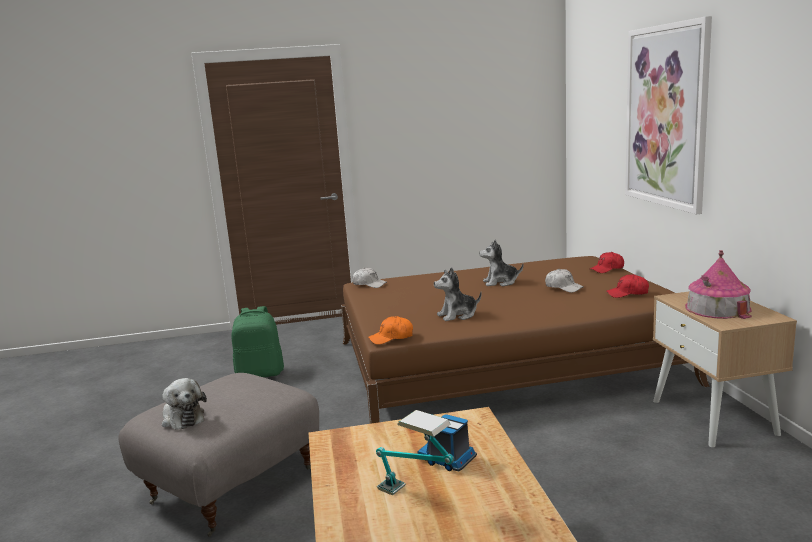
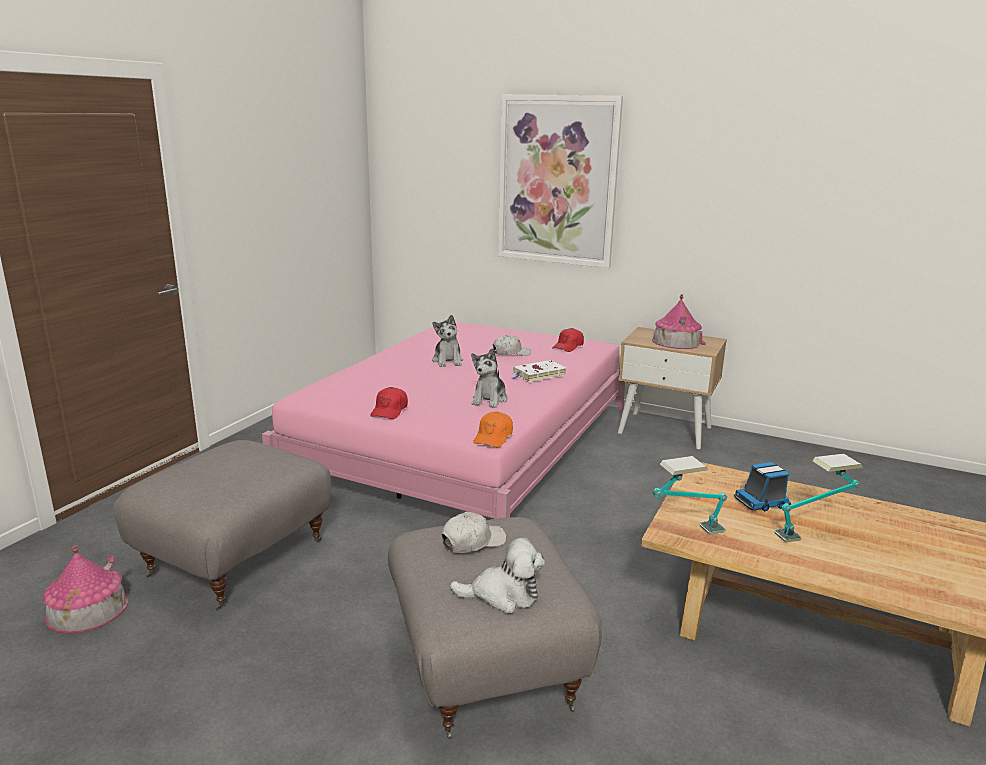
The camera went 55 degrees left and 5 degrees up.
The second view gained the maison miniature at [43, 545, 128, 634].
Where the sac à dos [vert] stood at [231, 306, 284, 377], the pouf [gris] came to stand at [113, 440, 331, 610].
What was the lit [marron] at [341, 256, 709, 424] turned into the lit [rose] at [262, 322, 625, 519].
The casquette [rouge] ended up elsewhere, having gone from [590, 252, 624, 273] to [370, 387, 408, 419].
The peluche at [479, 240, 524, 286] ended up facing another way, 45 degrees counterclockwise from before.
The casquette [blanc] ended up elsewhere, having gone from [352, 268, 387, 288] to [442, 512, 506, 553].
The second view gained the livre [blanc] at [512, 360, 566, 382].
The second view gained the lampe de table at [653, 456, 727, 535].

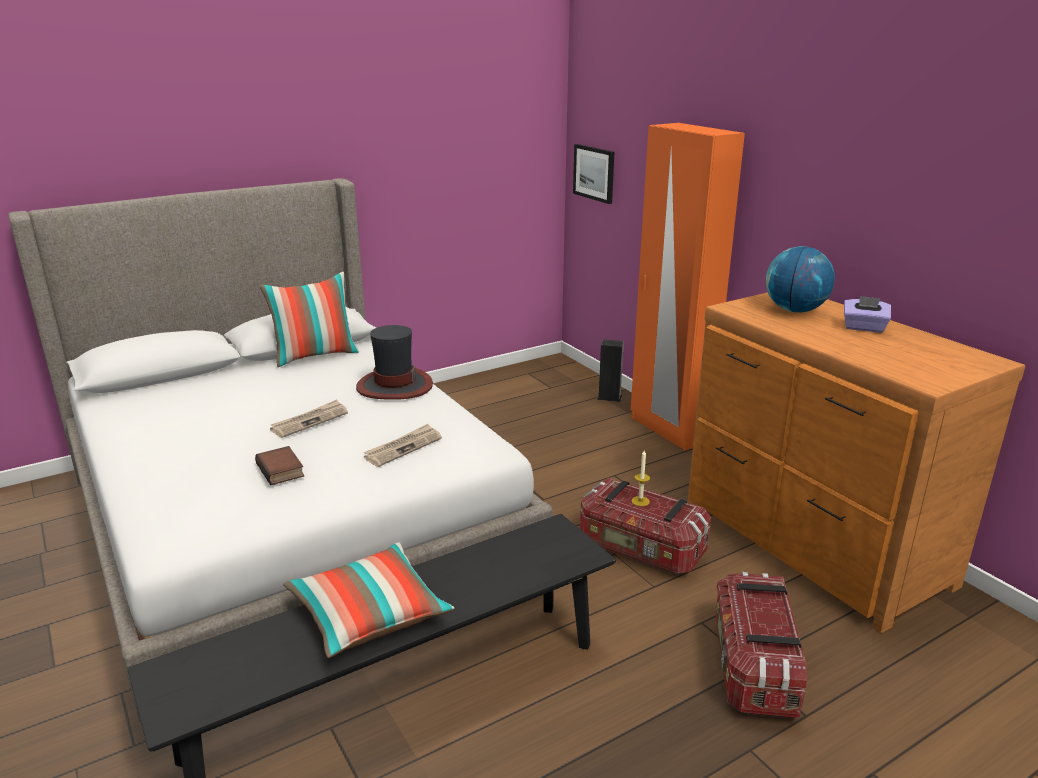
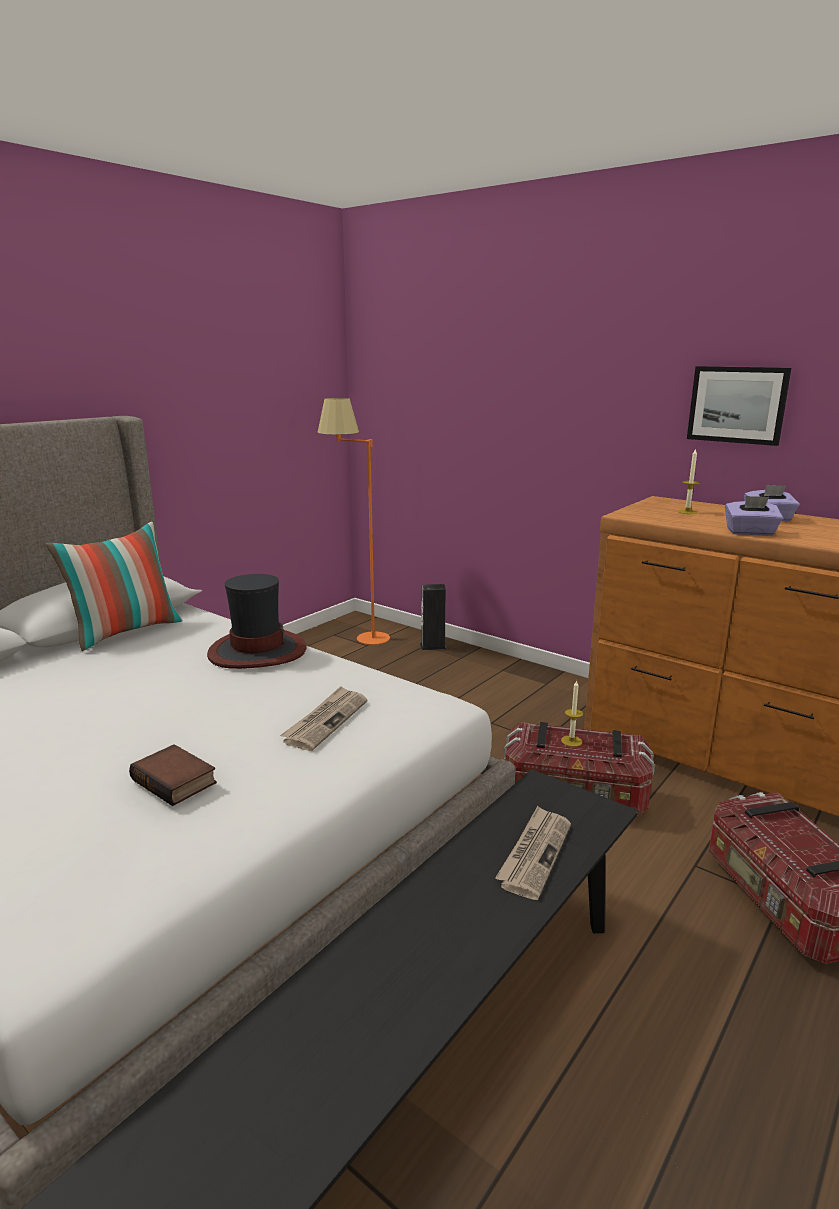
The camera went 20 degrees left and 5 degrees down.
The second view gained the lampadaire [orange] at [317, 398, 390, 645].
The journal ended up elsewhere, having gone from [270, 400, 348, 438] to [495, 806, 571, 900].
Where the globe stood at [765, 246, 835, 313], the bougie came to stand at [677, 448, 700, 514].
The tableau ended up elsewhere, having gone from [573, 144, 614, 204] to [687, 366, 791, 446].
The second view gained the boîte à mouchoirs [violet] at [725, 496, 783, 536].
The second view lost the coussin at [283, 542, 455, 658].
The second view lost the armoire [orange] at [631, 123, 745, 451].

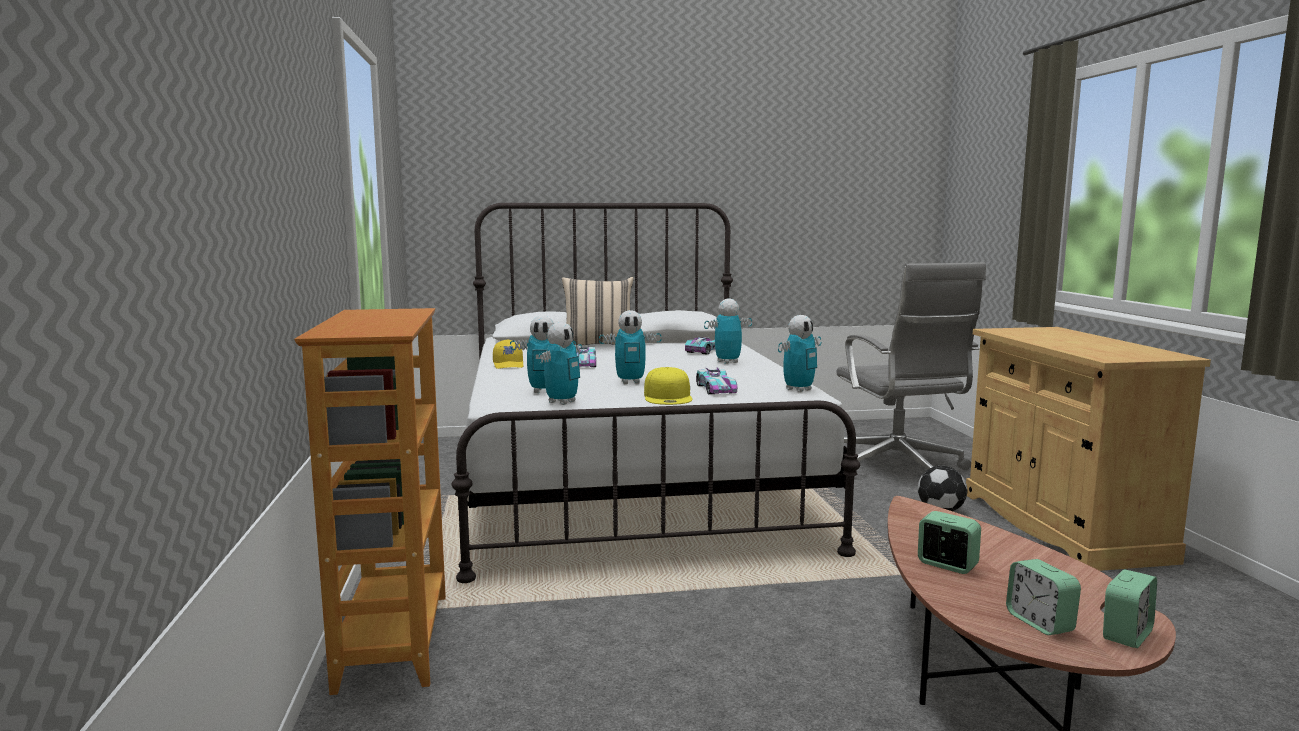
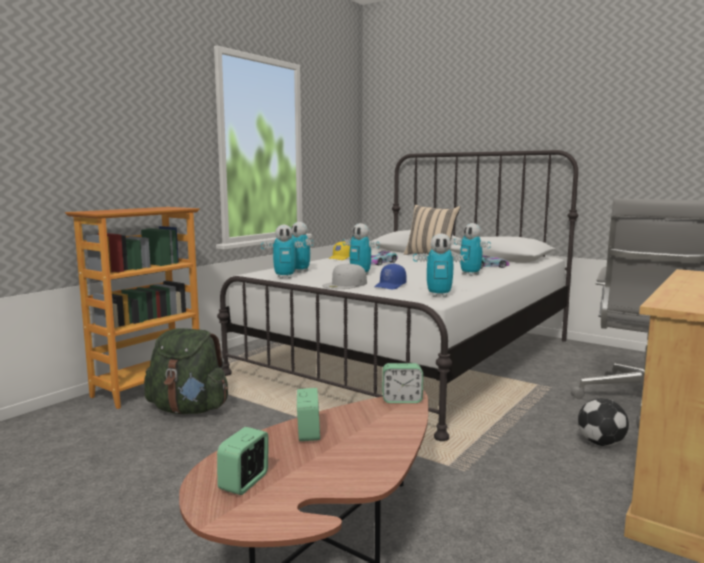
The camera went 45 degrees right and 0 degrees up.
The second view gained the sac à dos [vert] at [144, 328, 228, 414].
What was the casquette [jaune] at [644, 367, 692, 405] turned into the casquette [blanc] at [322, 263, 367, 289].
Where the petite voiture stood at [696, 367, 737, 394], the casquette [bleu] came to stand at [374, 263, 406, 290].
The réveil ended up elsewhere, having gone from [1103, 569, 1157, 648] to [382, 363, 423, 403].
The robot jouet at [704, 299, 752, 364] ended up facing another way, 150 degrees counterclockwise from before.

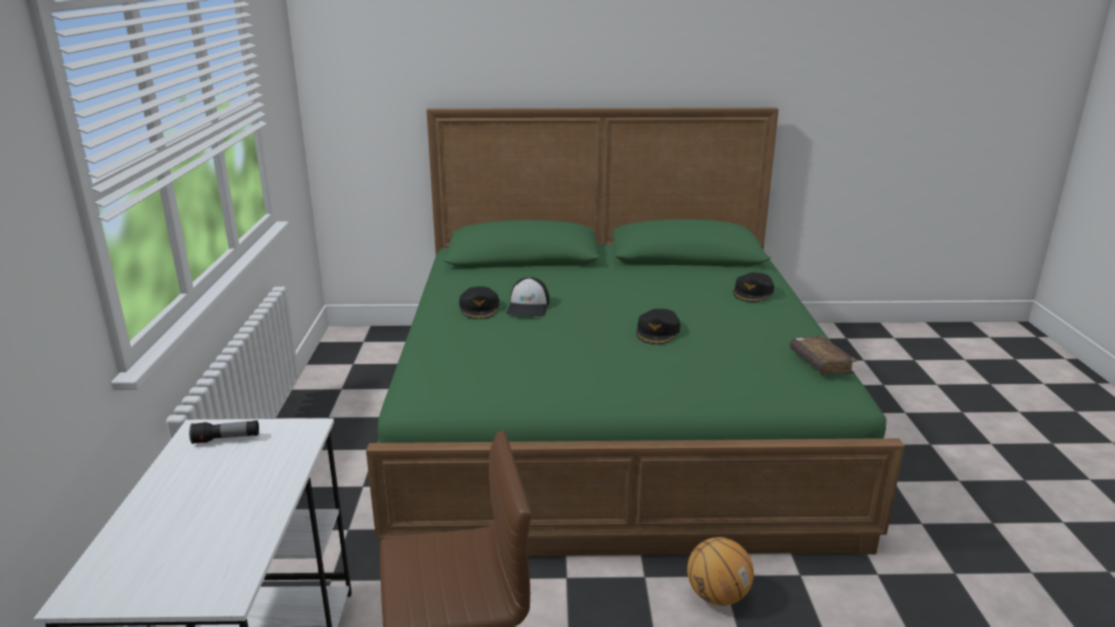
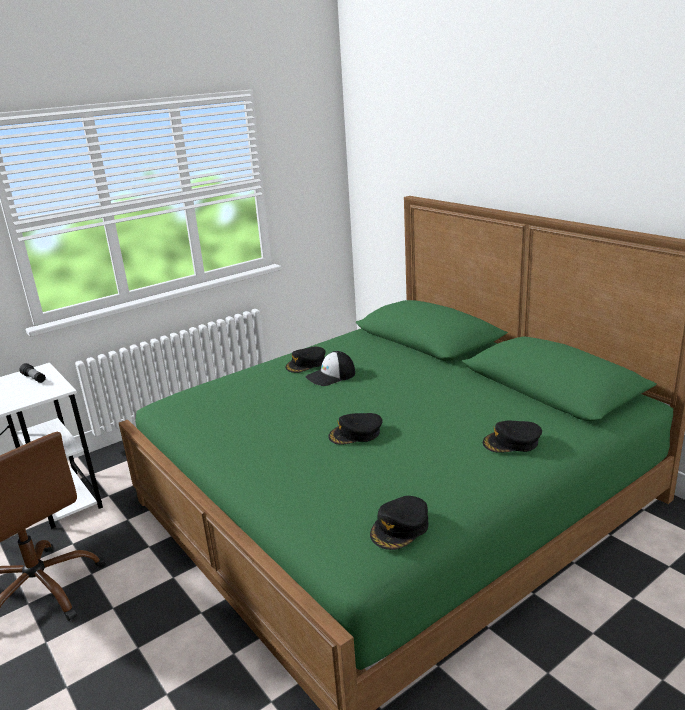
The camera went 55 degrees right and 0 degrees up.
Where the livre [marron] stood at [790, 336, 857, 374], the casquette [noir] came to stand at [370, 496, 428, 550].
The second view lost the ballon de basket at [687, 537, 754, 606].

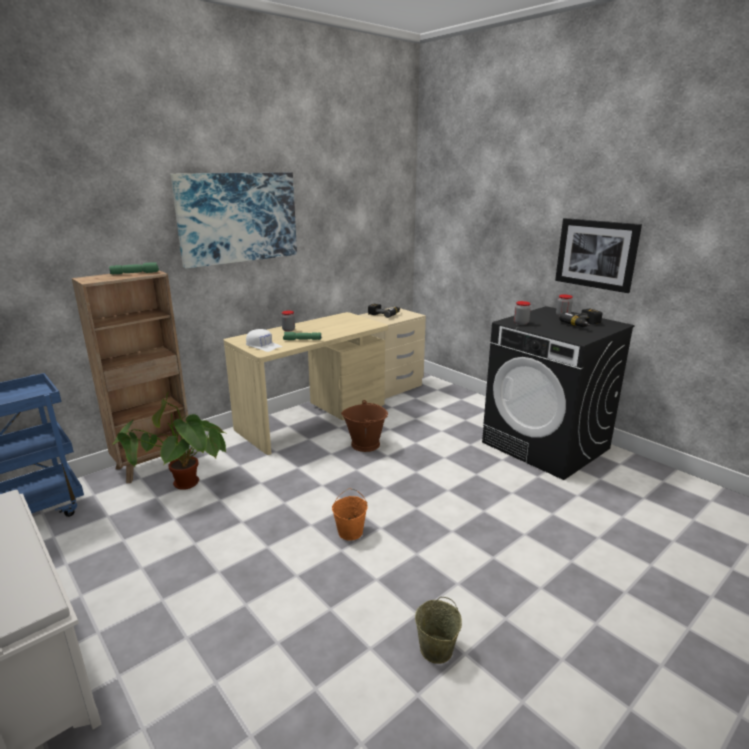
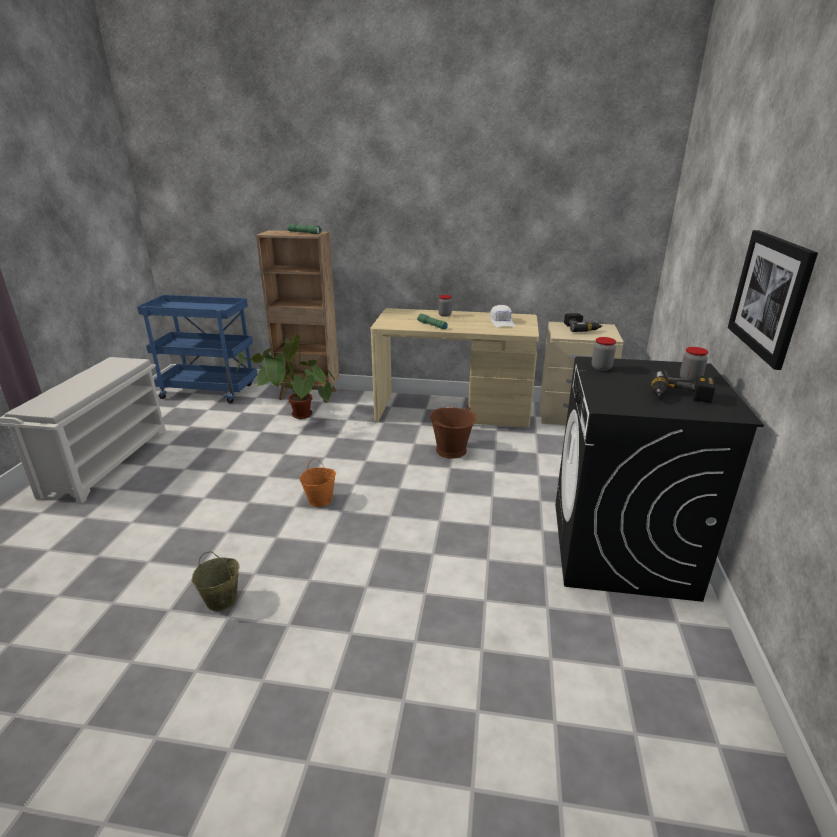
The camera went 50 degrees right and 5 degrees up.
The casquette [blanc] ended up elsewhere, having gone from [246, 329, 282, 352] to [490, 305, 515, 327].
The second view lost the tableau at [170, 172, 297, 268].

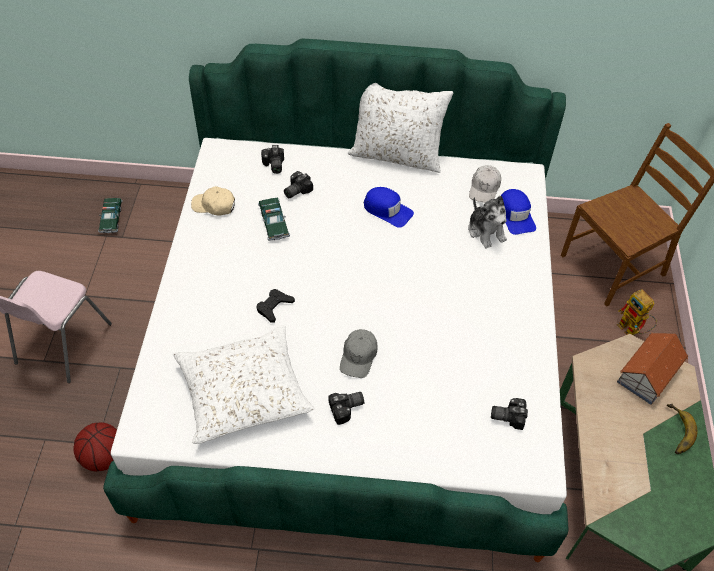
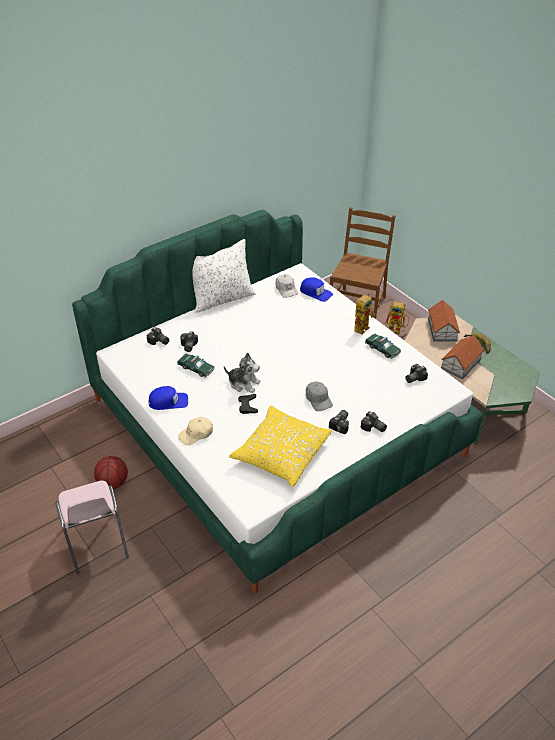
The camera went 40 degrees left and 10 degrees down.
The ballon de basket ended up elsewhere, having gone from [73, 422, 117, 471] to [94, 456, 128, 489].
The casquette [bleu] ended up elsewhere, having gone from [364, 187, 414, 228] to [149, 386, 188, 410].
The casquette [beige] ended up elsewhere, having gone from [191, 186, 235, 216] to [178, 417, 213, 445].
The peluche ended up elsewhere, having gone from [468, 196, 507, 248] to [224, 352, 261, 393].
What was the coussin [blanc] at [173, 325, 314, 444] turned into the coussin [jaune] at [229, 406, 332, 487].
The second view gained the robot jouet at [354, 293, 375, 335].
The second view gained the appareil photo at [361, 411, 387, 432].
The petite voiture ended up elsewhere, having gone from [98, 198, 123, 233] to [365, 333, 401, 359].
The second view gained the maison miniature at [441, 335, 484, 379].

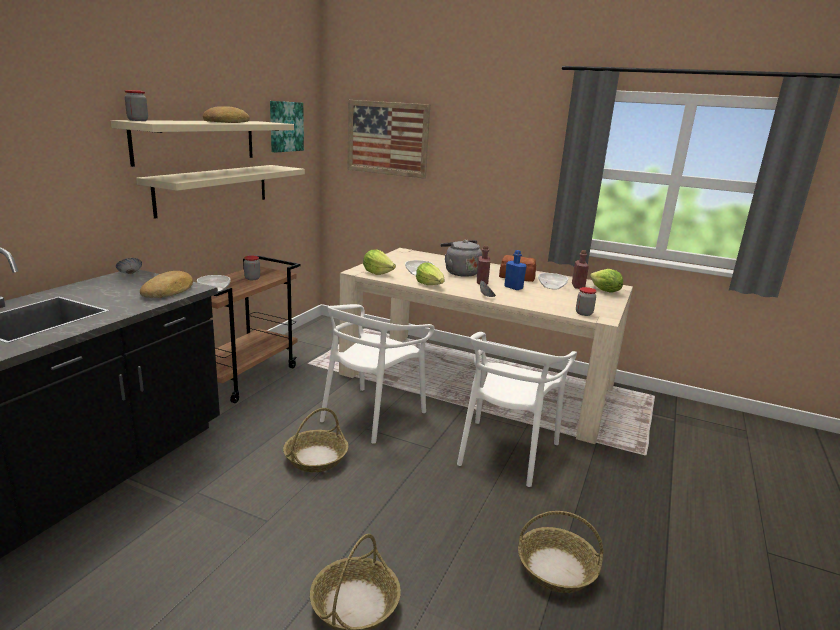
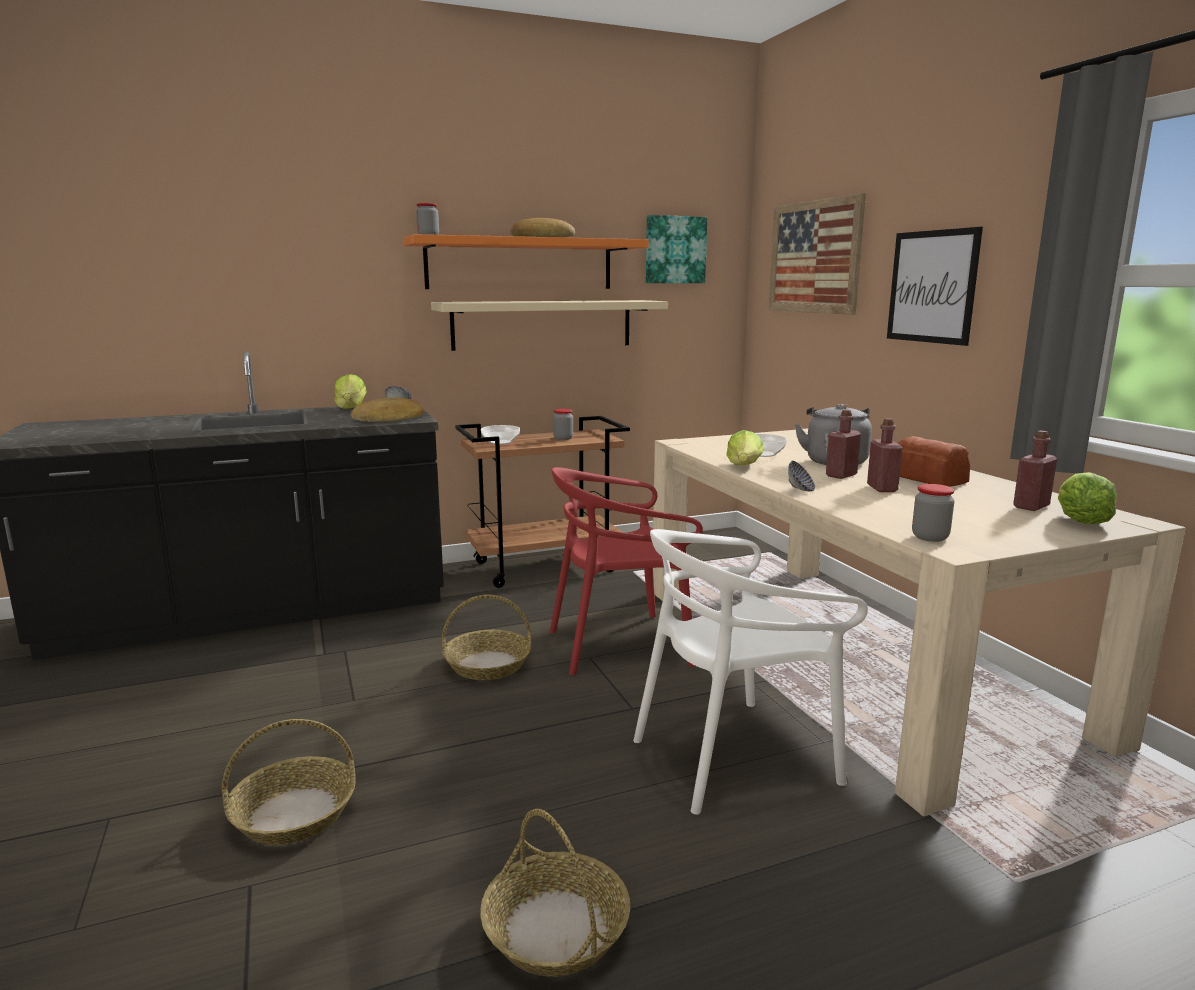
The camera went 45 degrees right and 5 degrees down.
The laitue ended up elsewhere, having gone from [363, 250, 396, 275] to [334, 374, 367, 409].
What was the étagère [beige] at [111, 120, 294, 167] turned into the étagère [orange] at [403, 234, 649, 289].
What was the chaise [blanc] at [320, 304, 435, 444] turned into the chaise [rouge] at [550, 467, 703, 676].
What was the bouteille [bleu] at [504, 250, 527, 290] turned into the bouteille [rouge] at [867, 418, 903, 492].
The second view gained the tableau at [887, 227, 983, 346].
The second view lost the bol at [538, 273, 568, 289].

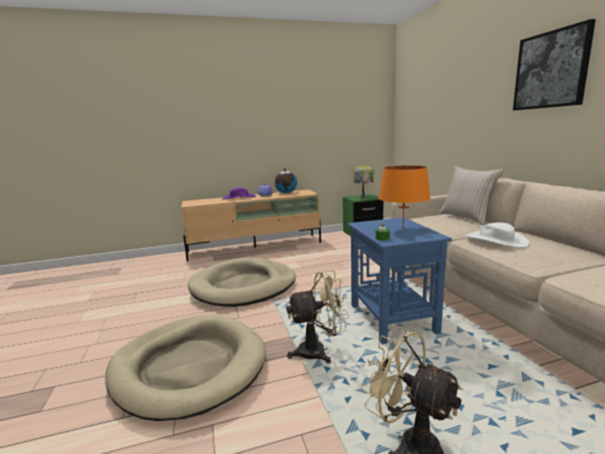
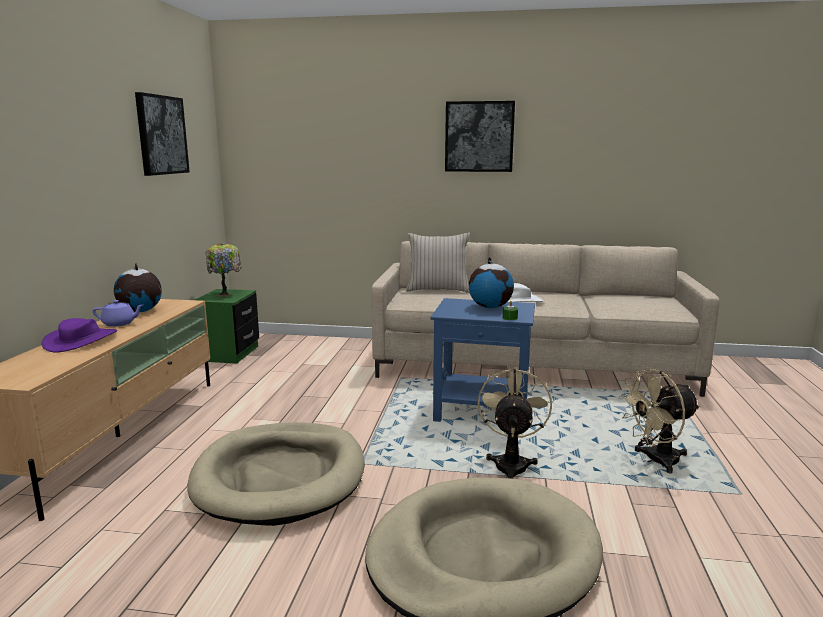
The camera went 65 degrees left and 0 degrees up.
The second view gained the tableau at [135, 92, 190, 176].
Where the lampe de table [orange] stood at [379, 165, 431, 227], the globe came to stand at [469, 257, 514, 308].

